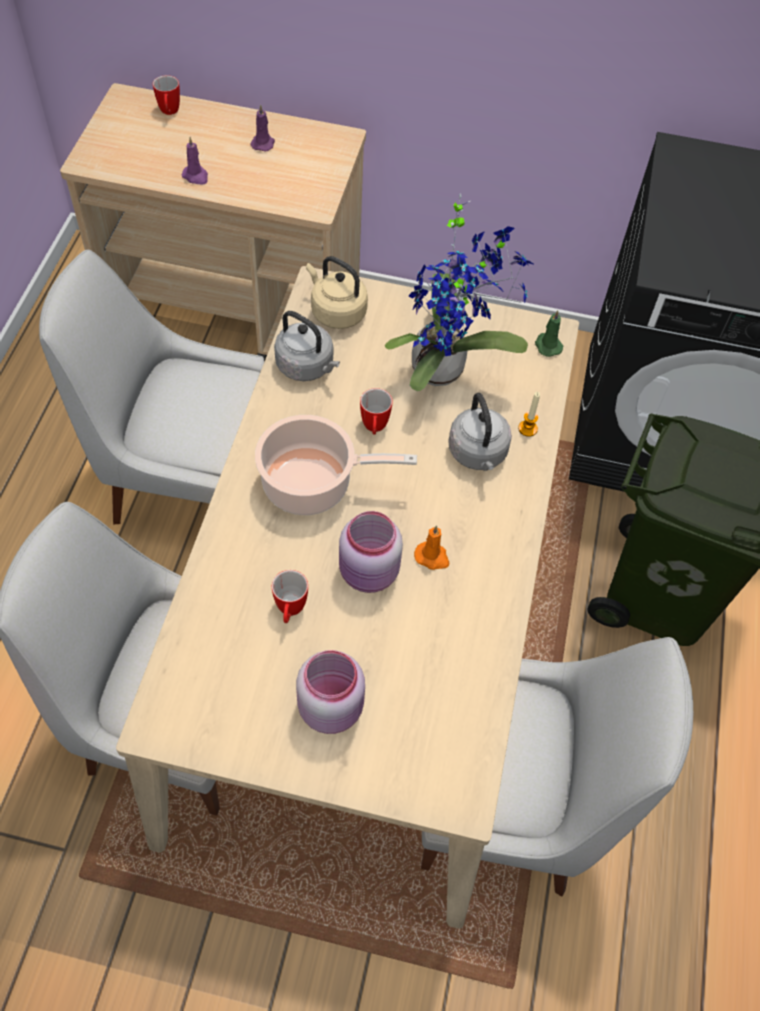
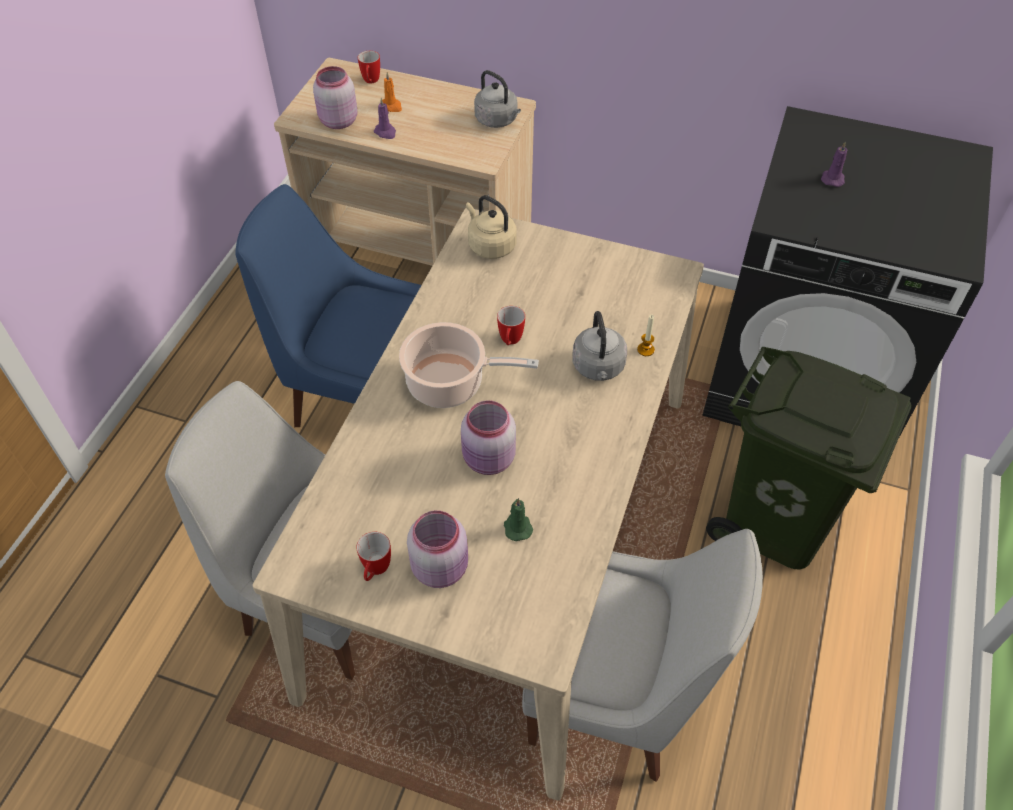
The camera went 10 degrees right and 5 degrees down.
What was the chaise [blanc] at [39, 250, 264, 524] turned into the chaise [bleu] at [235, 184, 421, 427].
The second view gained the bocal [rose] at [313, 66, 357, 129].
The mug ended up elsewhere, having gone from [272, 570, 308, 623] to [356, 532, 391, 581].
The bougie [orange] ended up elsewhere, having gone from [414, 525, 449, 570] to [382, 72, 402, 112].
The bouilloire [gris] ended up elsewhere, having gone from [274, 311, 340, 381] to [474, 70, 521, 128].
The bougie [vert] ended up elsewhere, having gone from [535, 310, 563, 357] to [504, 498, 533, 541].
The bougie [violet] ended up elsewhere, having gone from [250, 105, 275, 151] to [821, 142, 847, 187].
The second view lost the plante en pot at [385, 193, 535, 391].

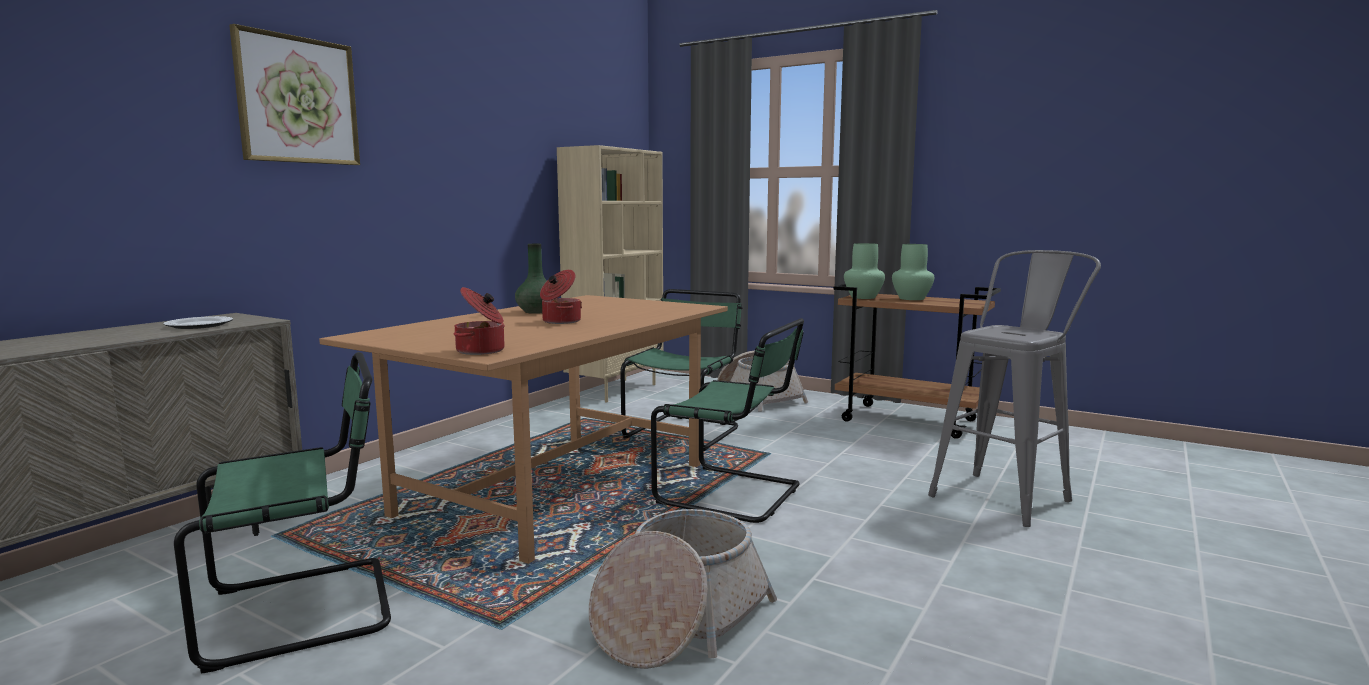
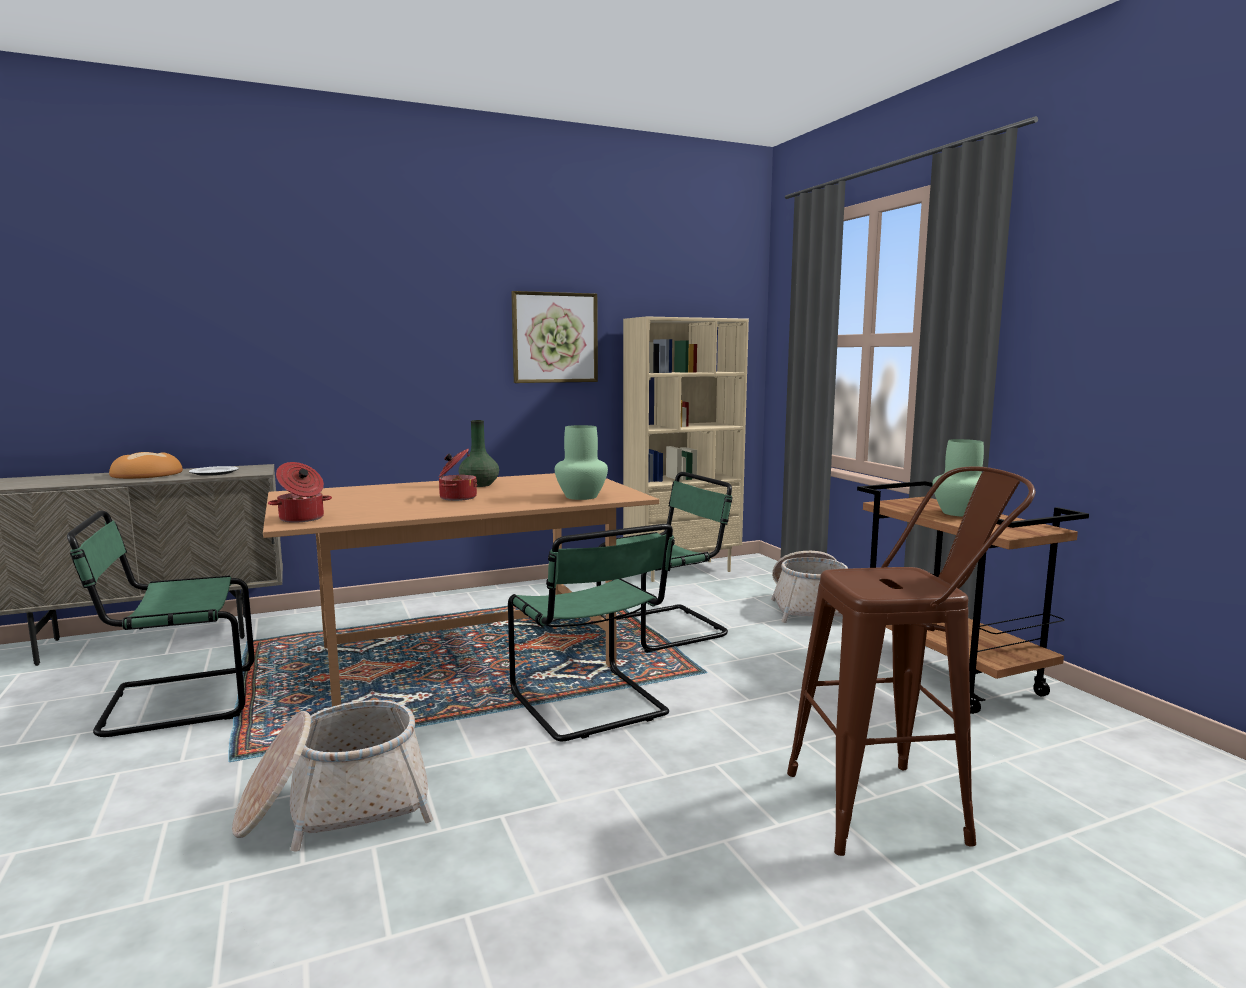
The camera went 35 degrees right and 0 degrees up.
The chaise [vert] at [174, 352, 391, 673] ended up facing another way, 150 degrees clockwise from before.
The second view gained the pain at [109, 452, 183, 479].
The tableau ended up elsewhere, having gone from [229, 24, 360, 165] to [511, 291, 598, 383].
The vase [vert] ended up elsewhere, having gone from [844, 243, 885, 299] to [555, 425, 608, 500].
What was the tabouret [gris] at [928, 250, 1101, 527] turned into the tabouret [marron] at [787, 466, 1036, 856].

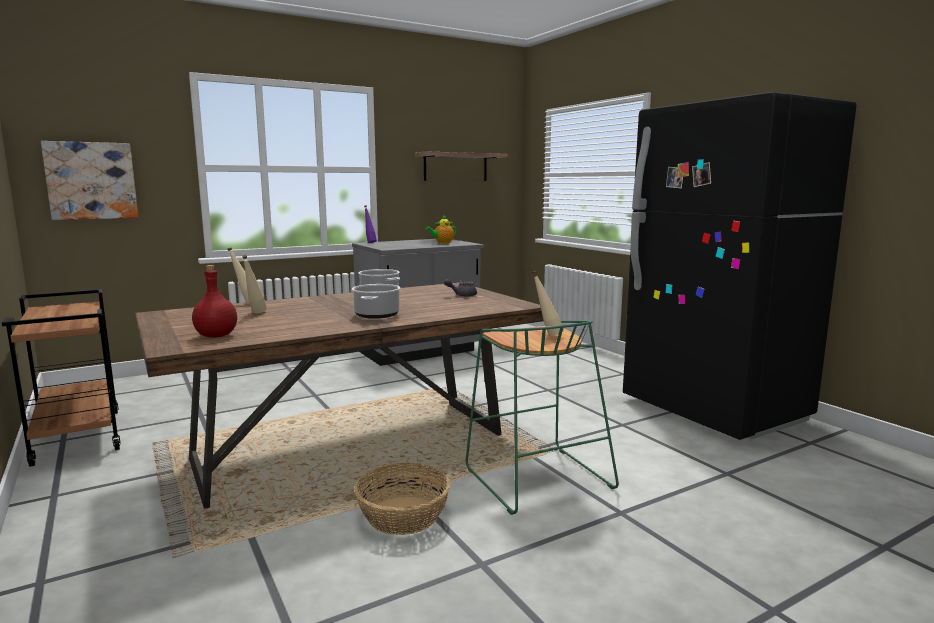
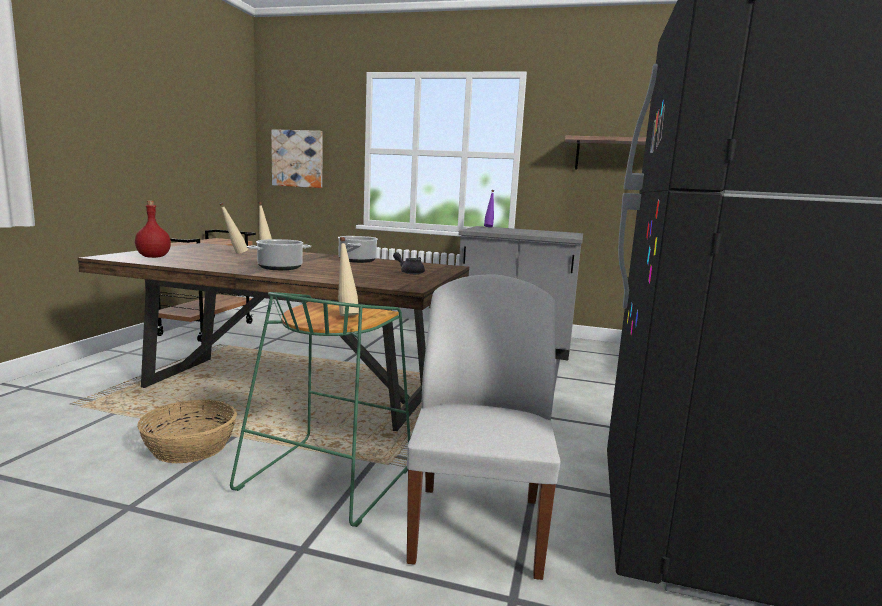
The camera went 45 degrees right and 0 degrees up.
The second view gained the chaise [blanc] at [407, 274, 560, 580].
The second view lost the théière at [426, 215, 456, 244].

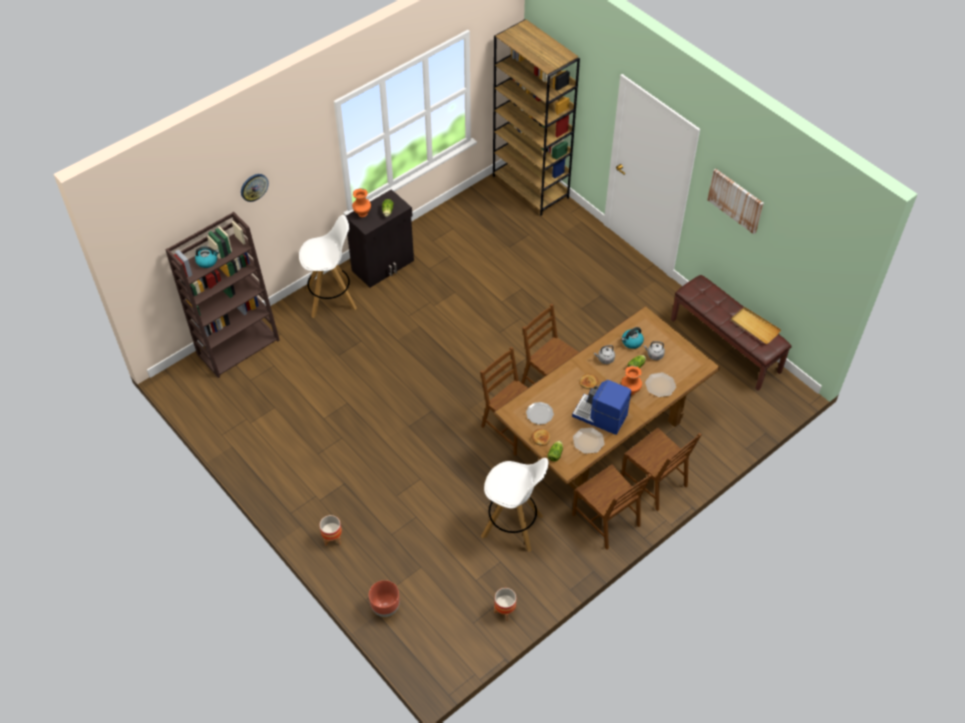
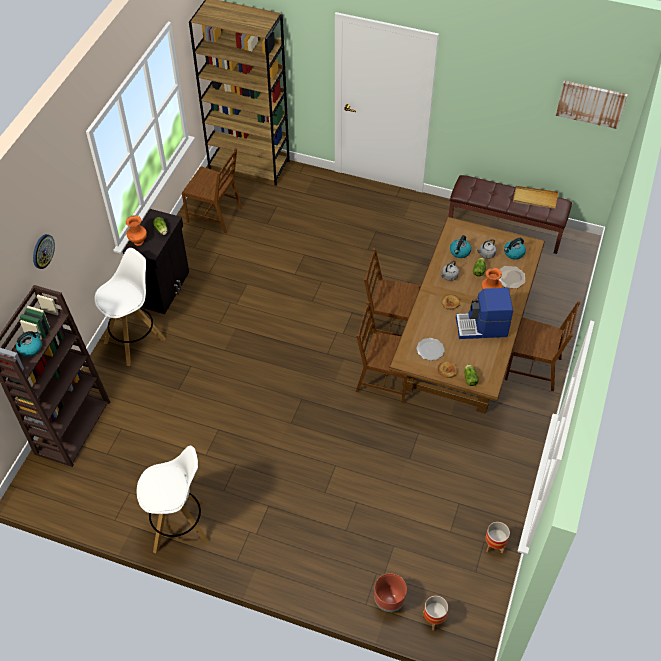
The camera went 30 degrees left and 0 degrees up.
The tabouret [blanc] ended up elsewhere, having gone from [481, 458, 549, 552] to [137, 446, 209, 553].
The chaise [marron] ended up elsewhere, having gone from [572, 465, 652, 550] to [182, 148, 243, 233].
The cache-pot ended up elsewhere, having gone from [319, 515, 342, 546] to [422, 596, 448, 631].
The second view gained the bouilloire at [504, 238, 526, 259].
The tableau ended up elsewhere, having gone from [707, 169, 764, 234] to [556, 81, 627, 129].
The second view lost the assiette at [573, 428, 605, 454].

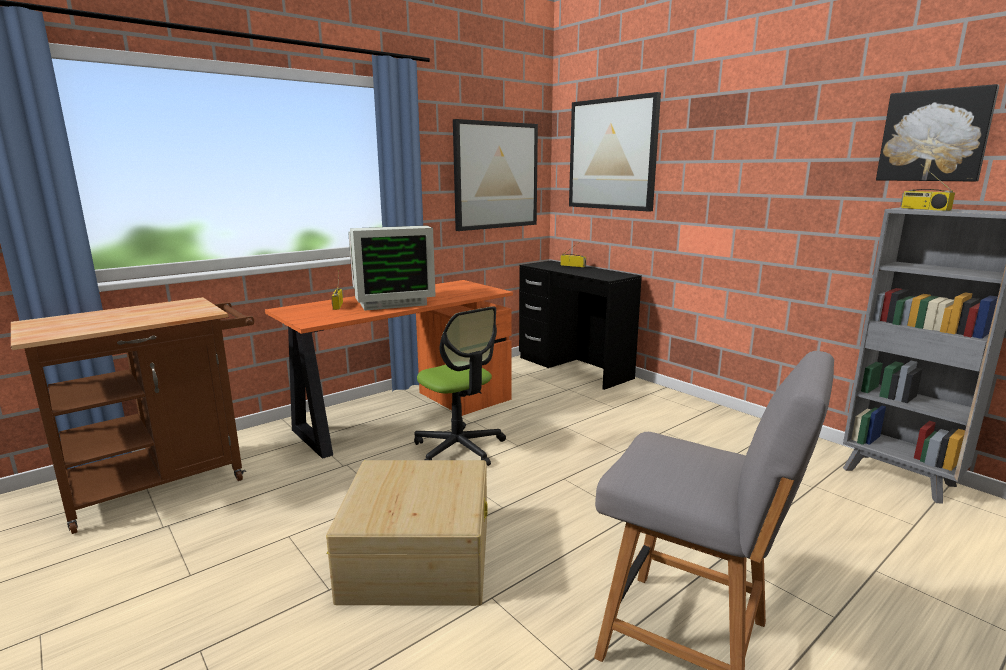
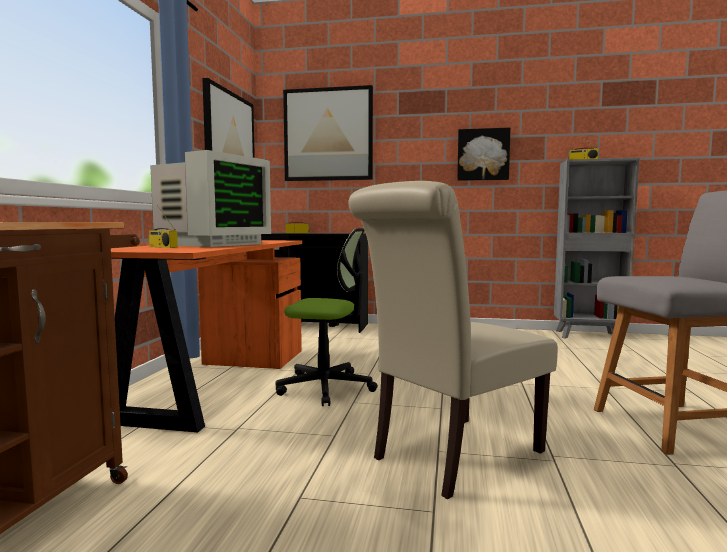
The camera went 40 degrees left and 10 degrees down.
Where the boîte de rangement [beige] stood at [326, 460, 487, 606], the chaise [beige] came to stand at [348, 181, 558, 499].
The tableau ended up elsewhere, having gone from [876, 84, 999, 182] to [457, 128, 511, 181].

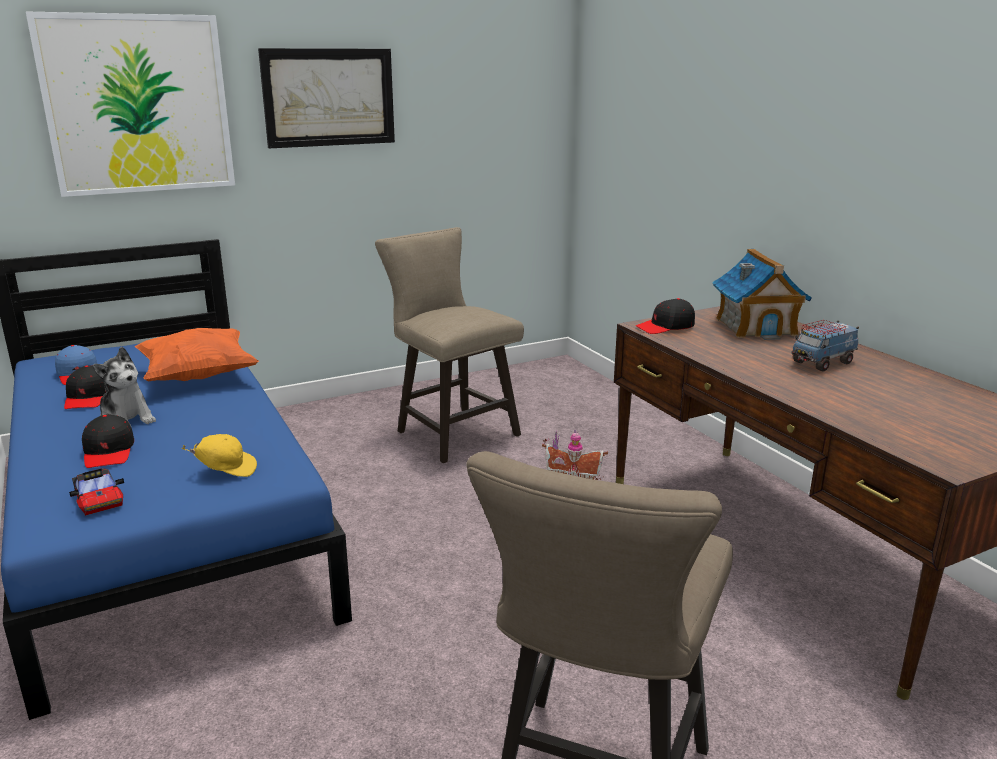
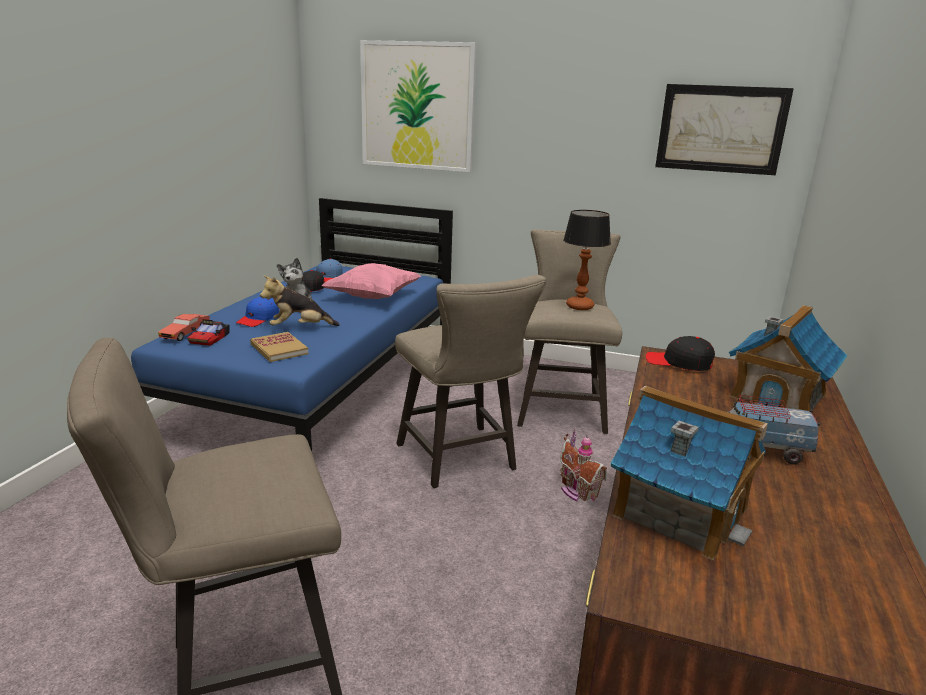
The camera went 45 degrees right and 0 degrees up.
The second view gained the petite voiture [rouge] at [158, 314, 210, 341].
What was the casquette [noir] at [82, 414, 134, 468] turned into the casquette [bleu] at [236, 297, 279, 327].
Where the casquette [jaune] stood at [181, 434, 257, 477], the livre came to stand at [250, 332, 308, 362].
The second view gained the peluche at [260, 276, 340, 326].
What was the coussin [orange] at [135, 328, 259, 381] turned into the coussin [rose] at [321, 263, 421, 299].
The second view gained the tabouret [beige] at [395, 275, 546, 488].
The second view gained the lampe de table at [563, 210, 611, 310].
The second view gained the maison miniature at [611, 386, 768, 560].
The tableau ended up elsewhere, having gone from [258, 48, 395, 148] to [655, 84, 794, 175].

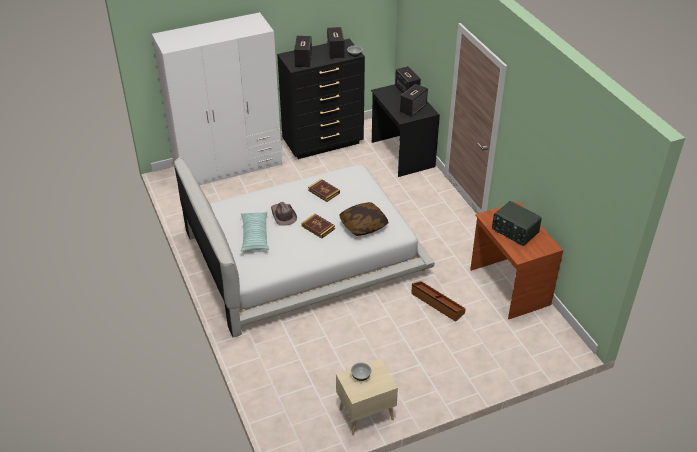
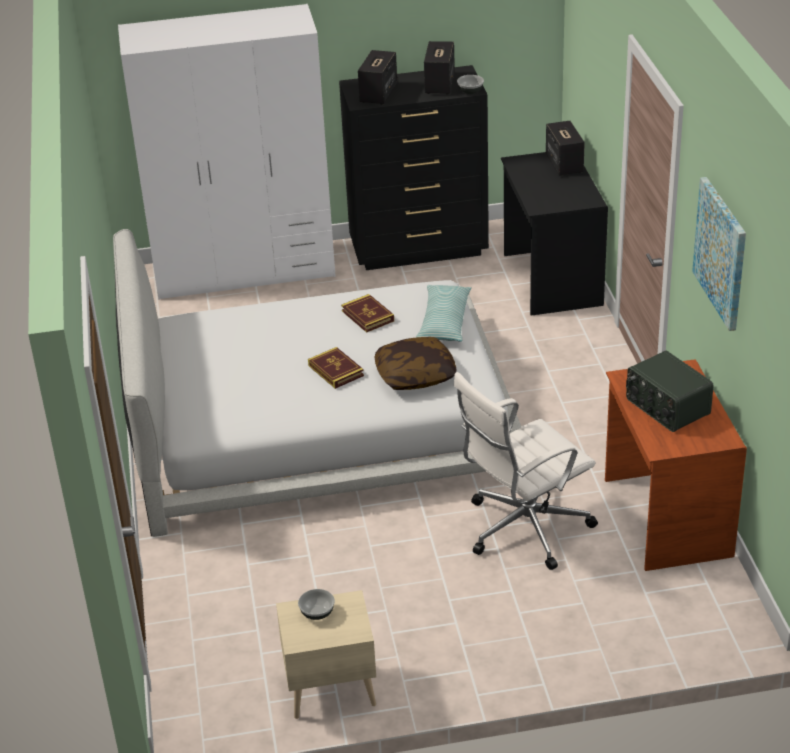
The camera went 15 degrees right and 5 degrees down.
The coussin ended up elsewhere, having gone from [241, 212, 269, 252] to [416, 285, 472, 342].
Where the boîte de rangement [marron] stood at [411, 281, 466, 322], the chaise de bureau [blanc] came to stand at [453, 372, 598, 570].
The second view gained the tableau at [692, 177, 746, 331].
The second view lost the chapeau [marron] at [271, 202, 297, 226].
The second view lost the enceinte at [400, 84, 428, 117].

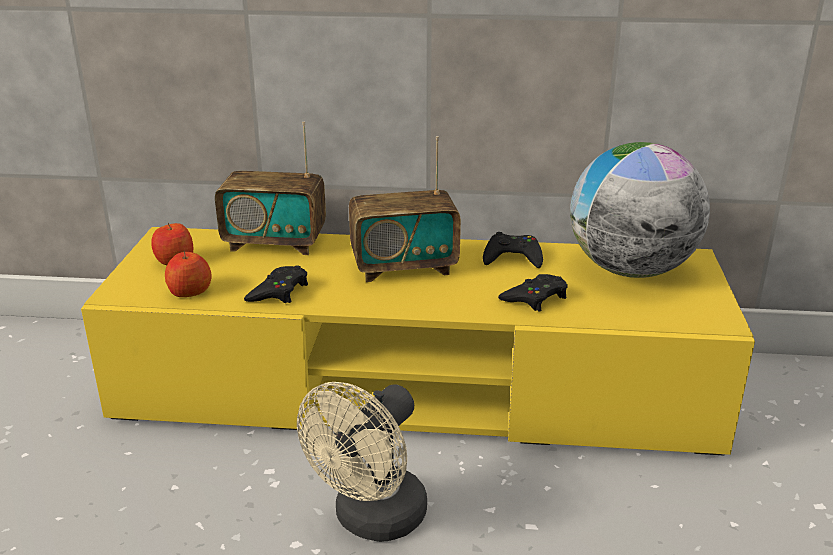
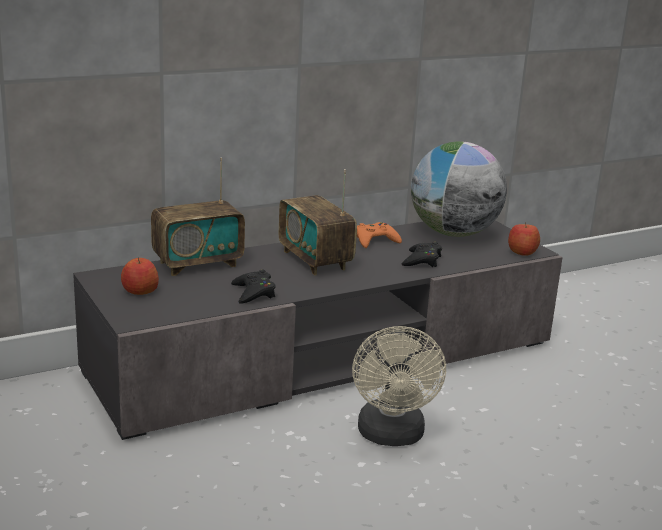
The camera went 35 degrees left and 5 degrees down.
What was the meuble télé [jaune] at [81, 227, 755, 455] turned into the meuble télé [gris] at [73, 220, 563, 440].
The radio at [349, 136, 461, 282] ended up facing another way, 105 degrees clockwise from before.
What was the manette [noir] at [483, 232, 543, 268] turned into the manette [orange] at [357, 222, 402, 248].
The pomme ended up elsewhere, having gone from [165, 250, 211, 297] to [508, 222, 540, 256].

